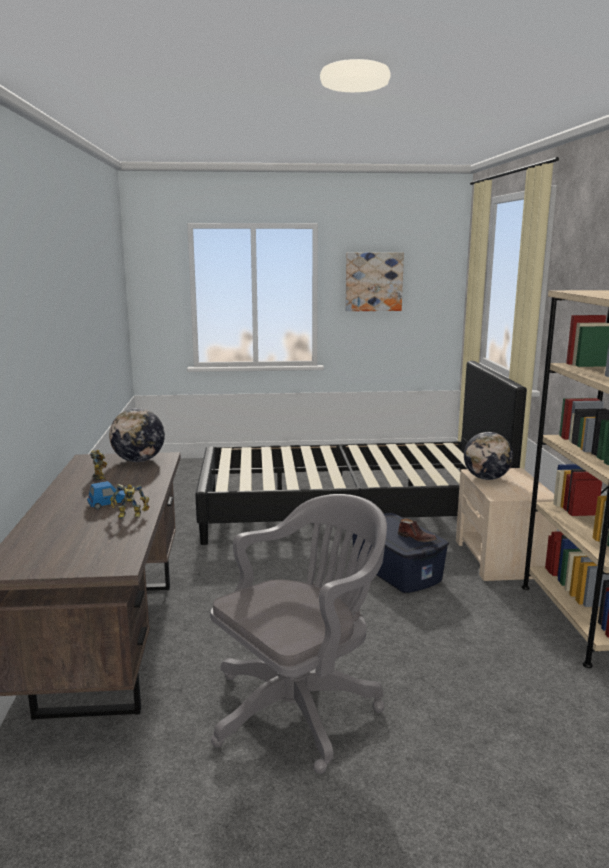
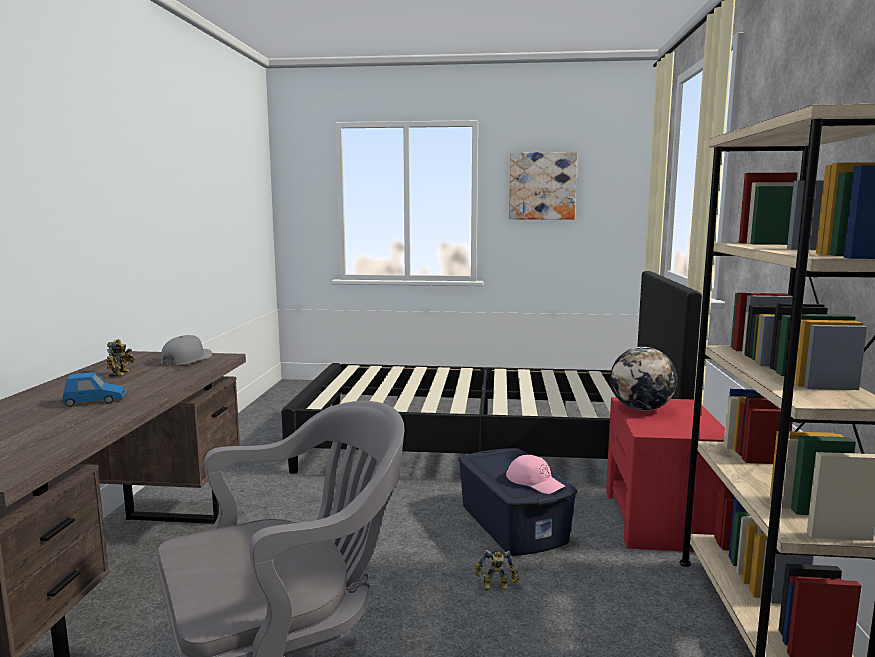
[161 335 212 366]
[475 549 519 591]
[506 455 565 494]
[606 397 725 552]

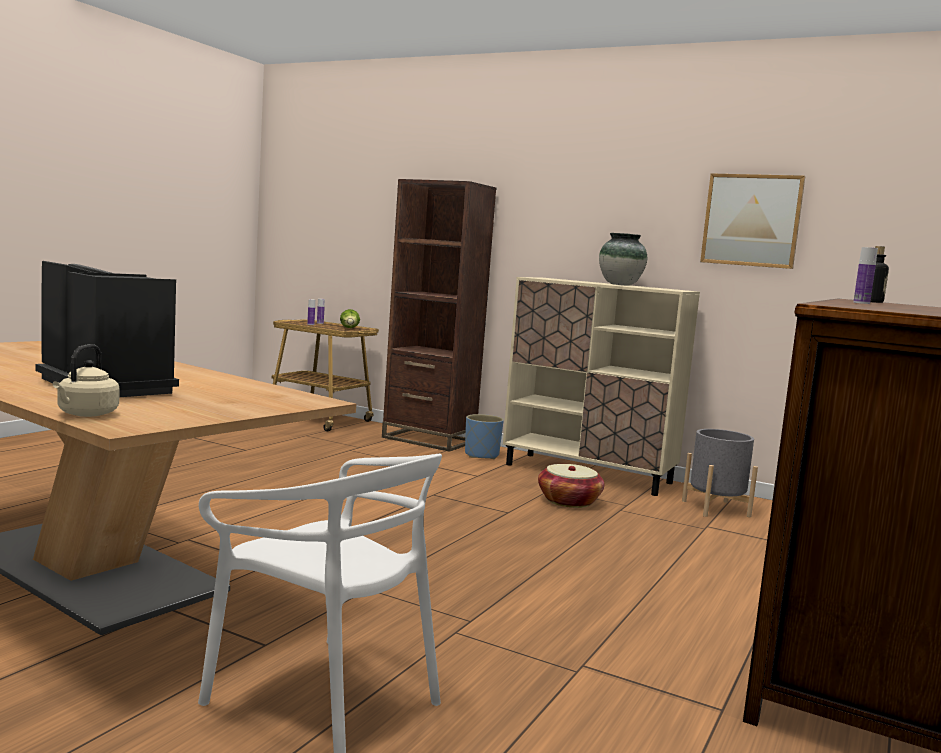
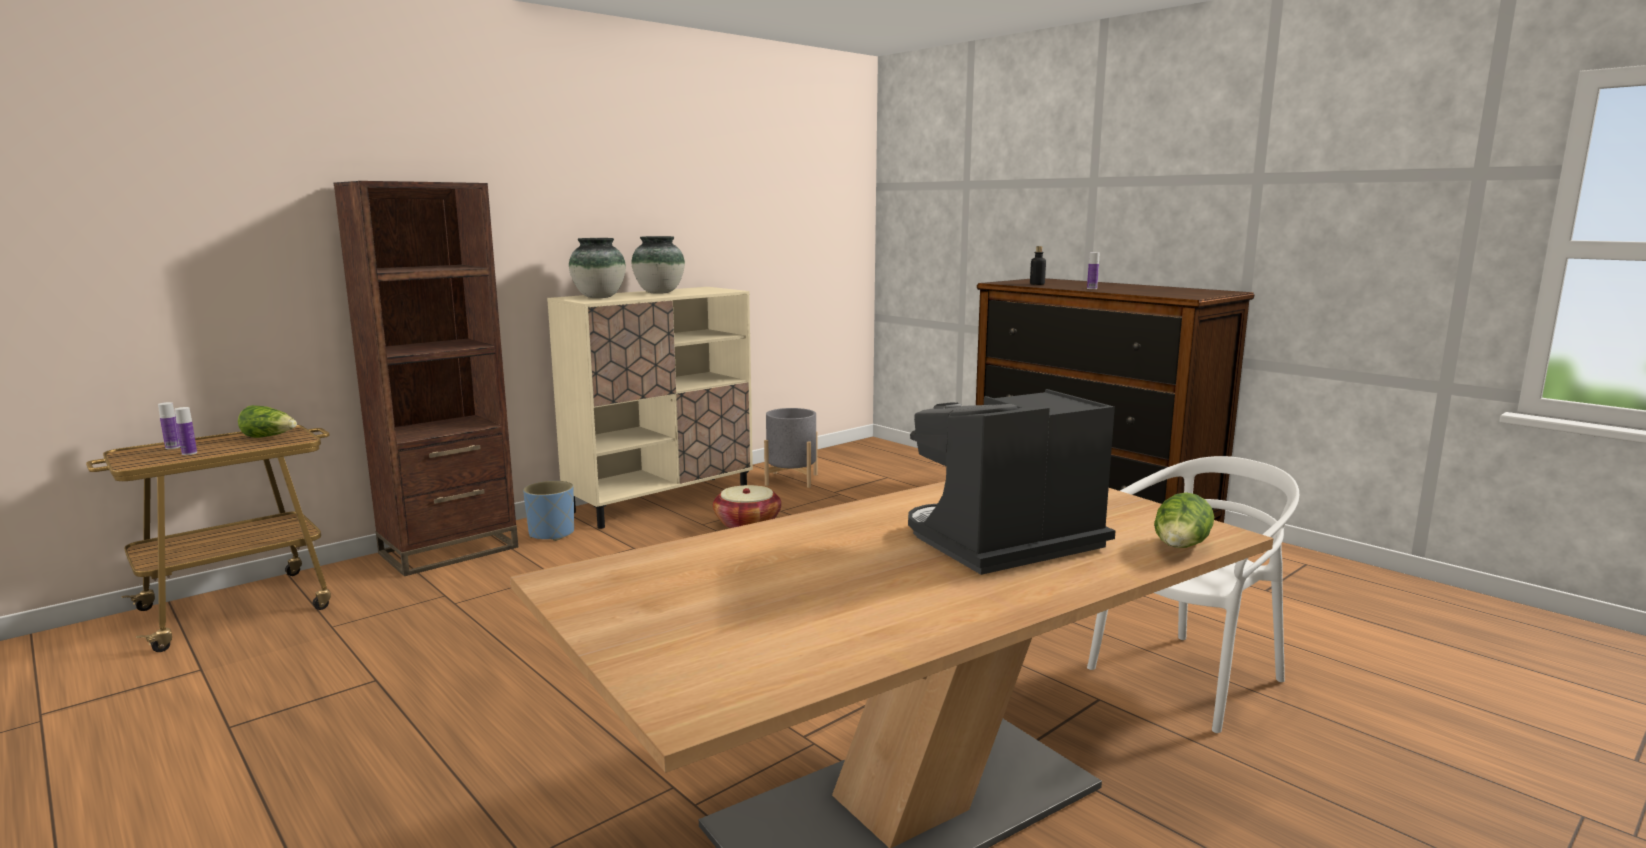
[1154 492 1214 548]
[700 173 805 269] (first image)
[569 238 626 298]

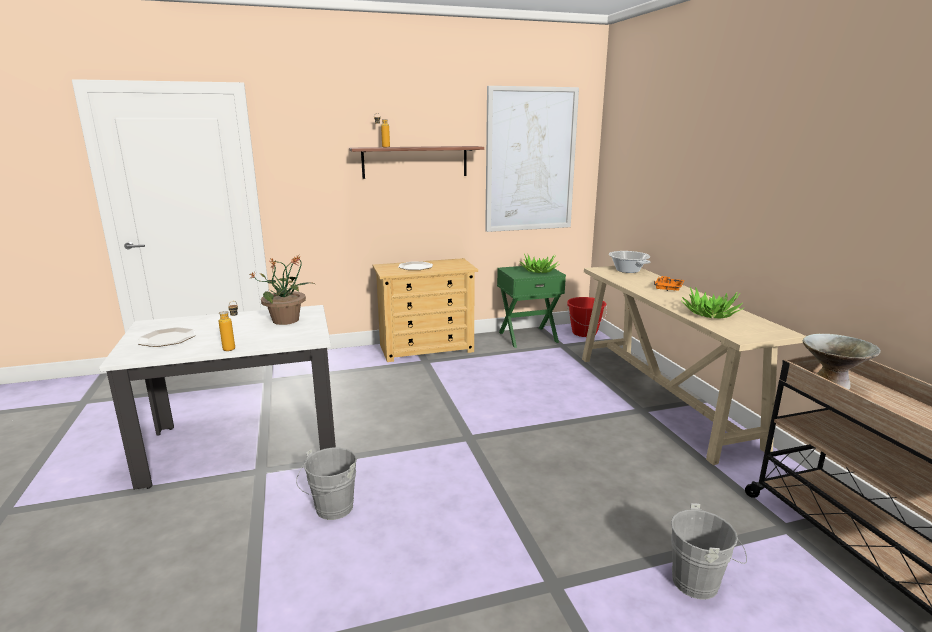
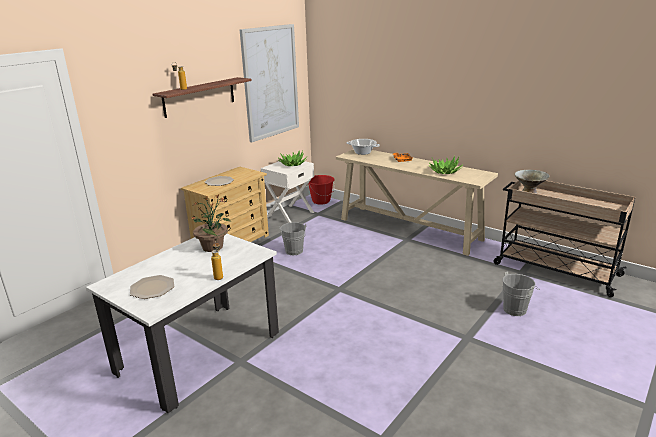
[279 222 306 255]
[261 161 314 223]

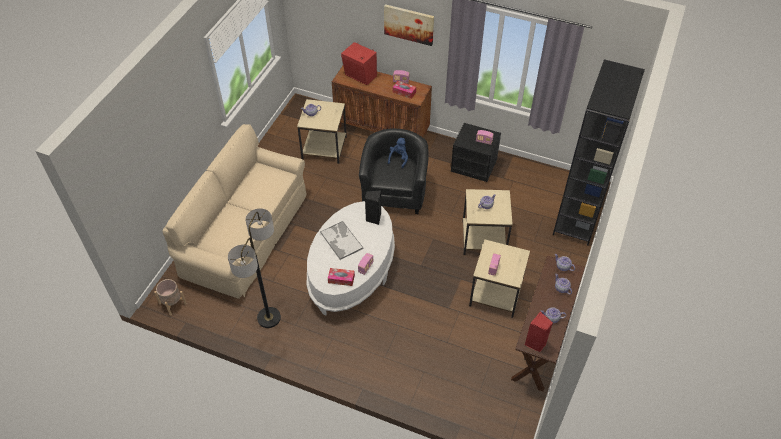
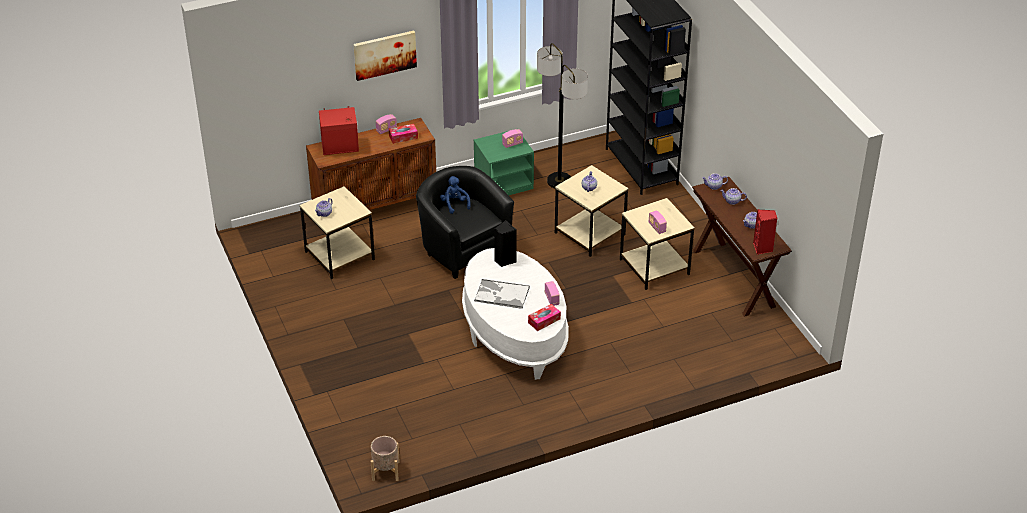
[163 124 307 299] (first image)
[537 43 588 188]
[474 131 534 195]

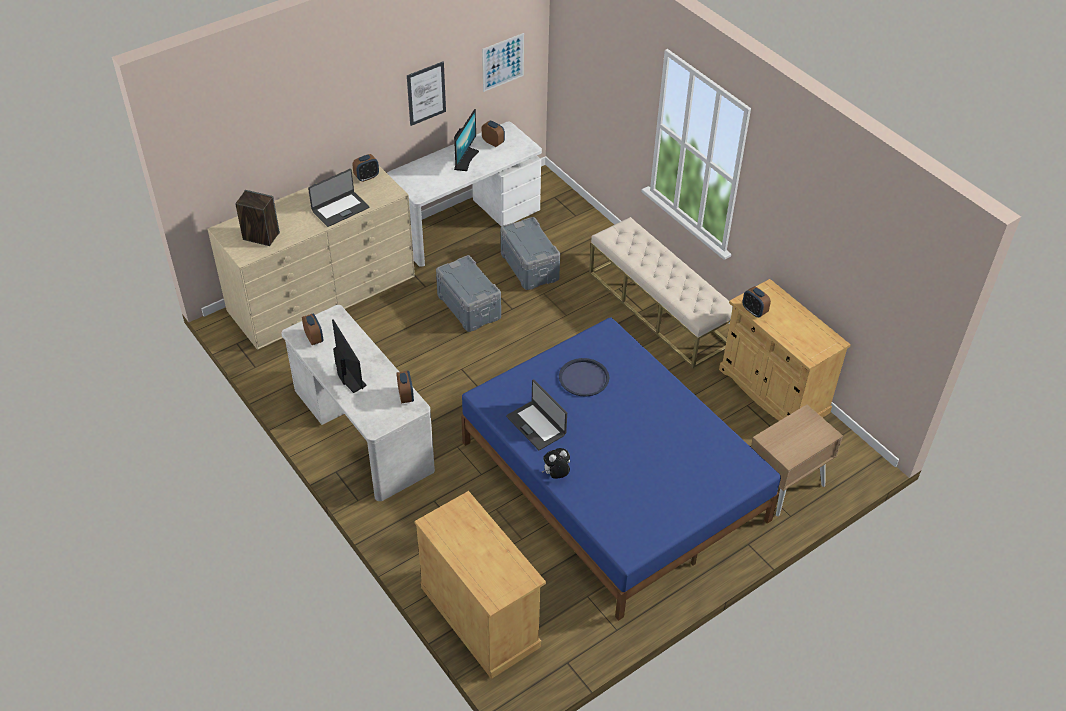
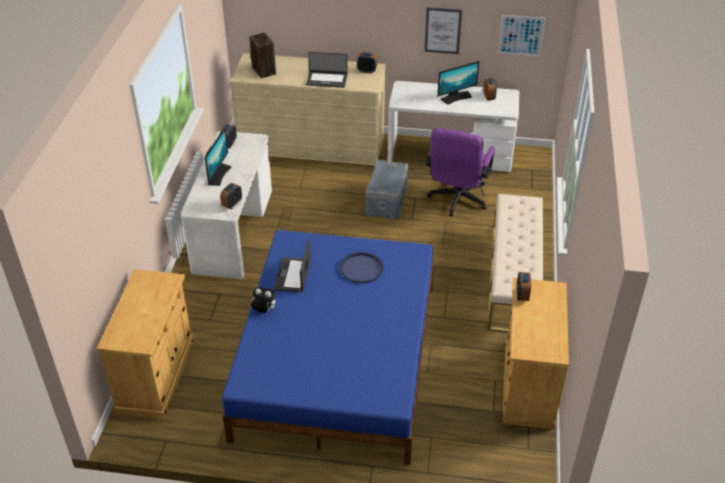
[426 128 494 217]
[751 404 843 517] (first image)

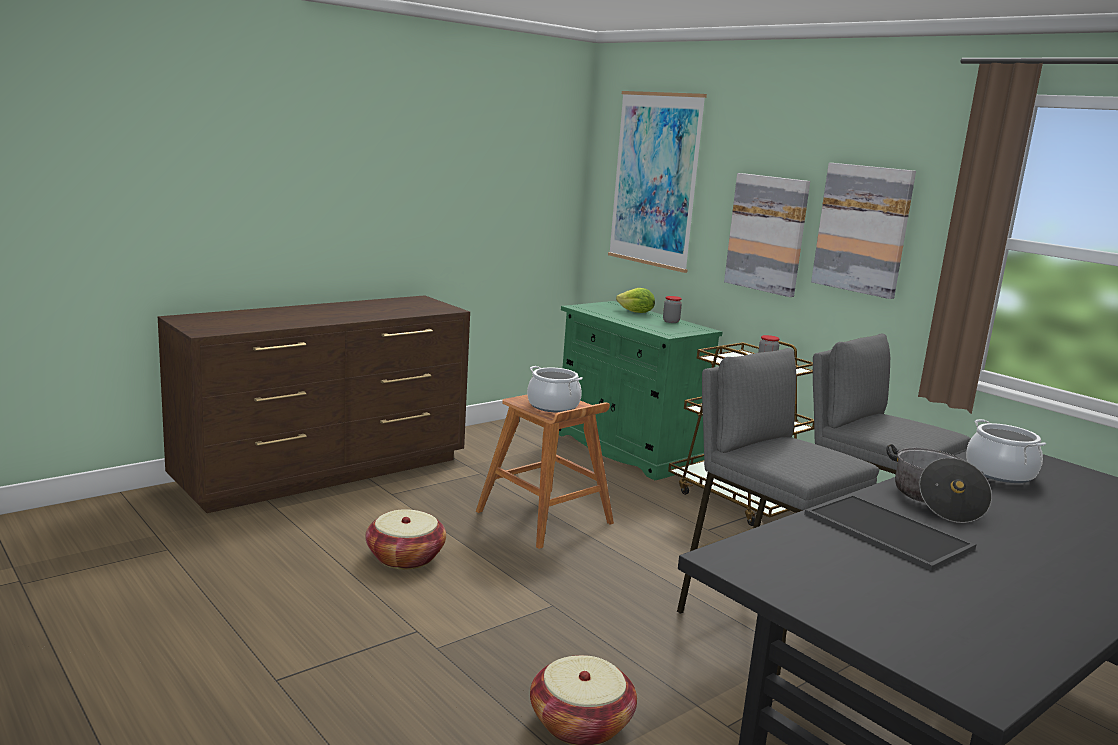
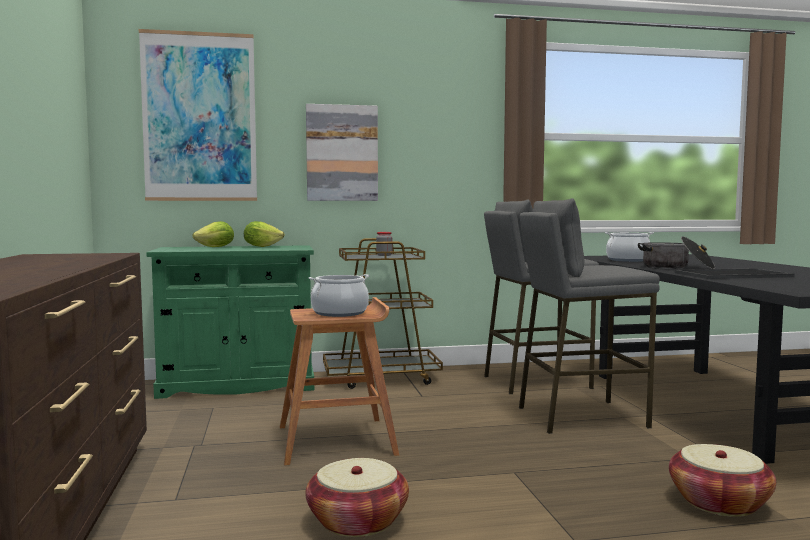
[244 221 285 247]
[811 163 916 299] (first image)

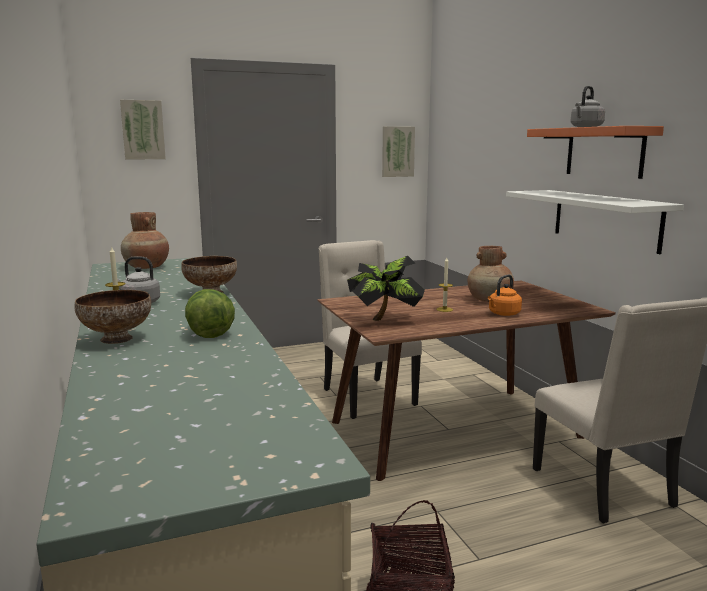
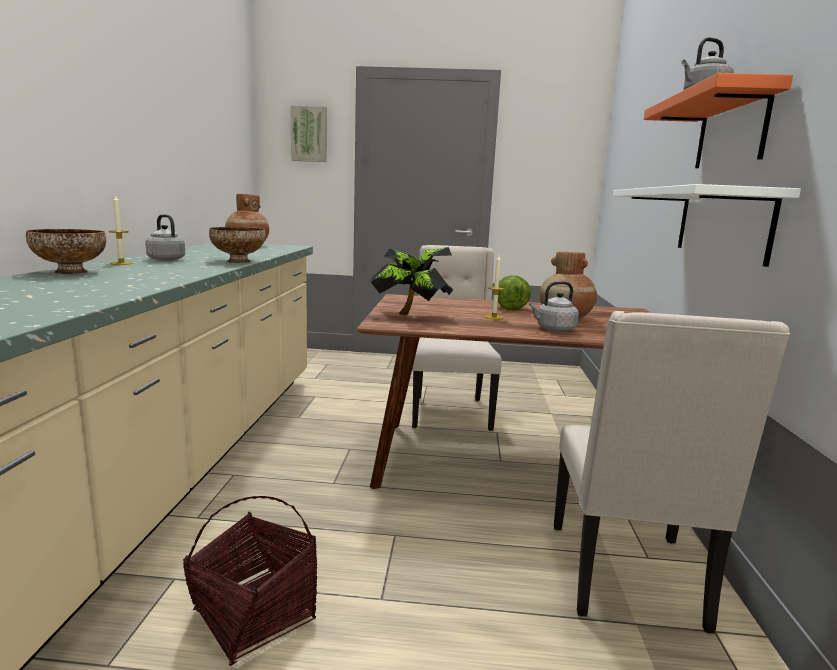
[498 275 531 310]
[382 126 415 177] (first image)
[529 281 579 332]

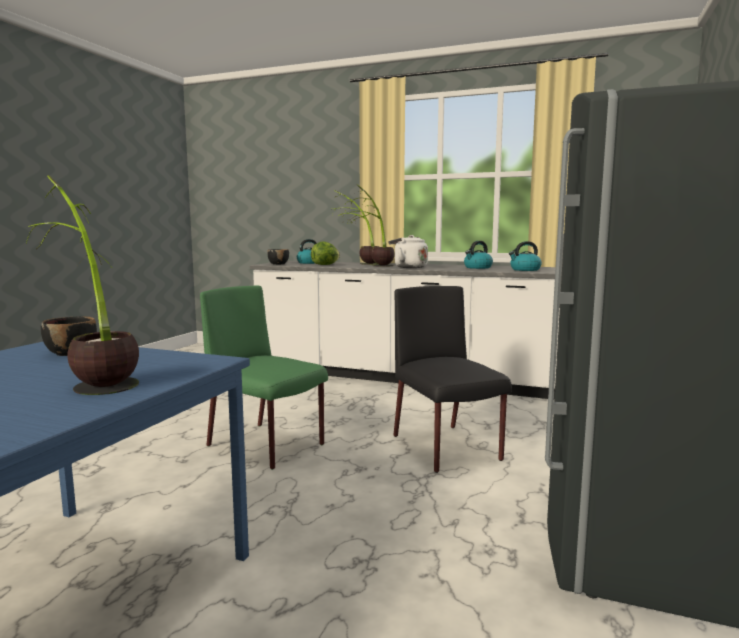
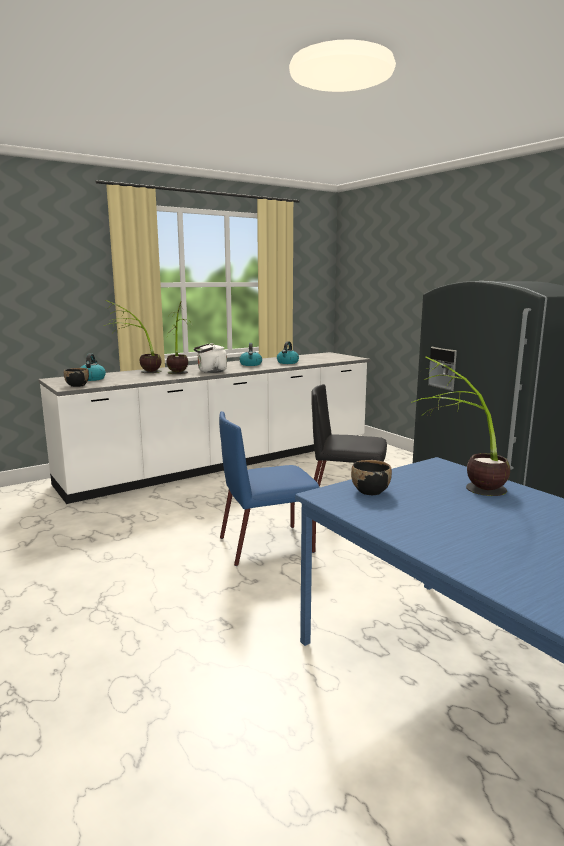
[219 411 320 566]
[311 242 340 265] (first image)

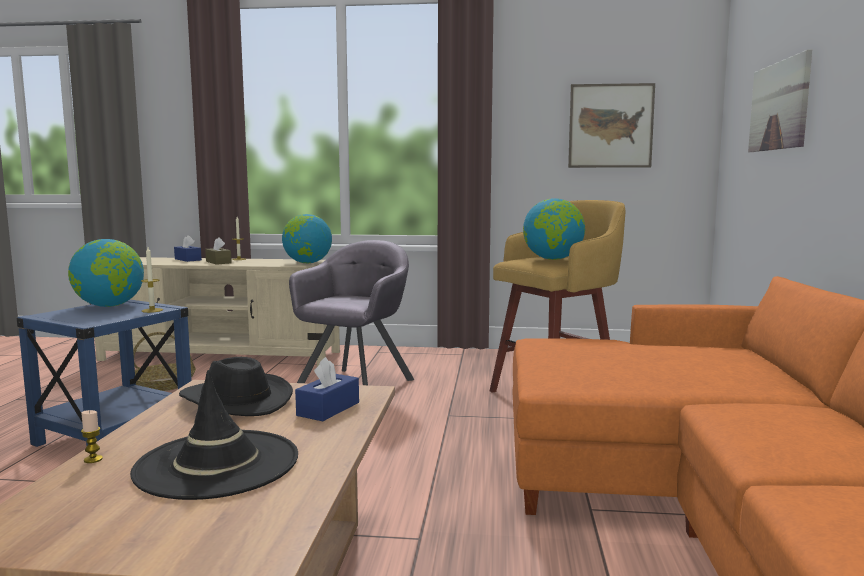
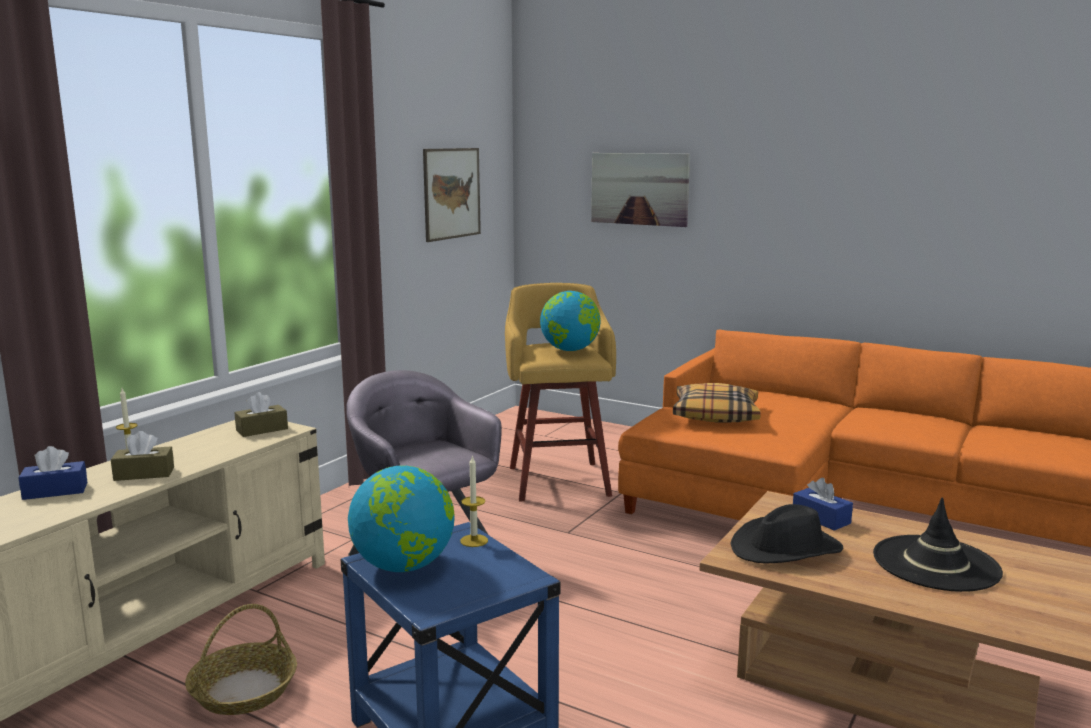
[81 410 103 463] (first image)
[234 392 288 437]
[673 383 761 422]

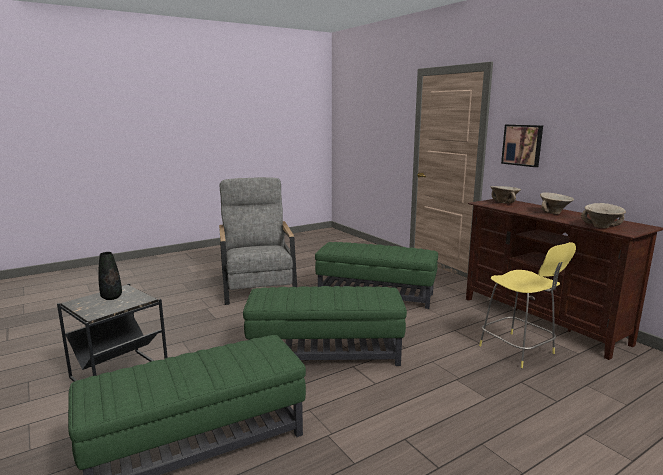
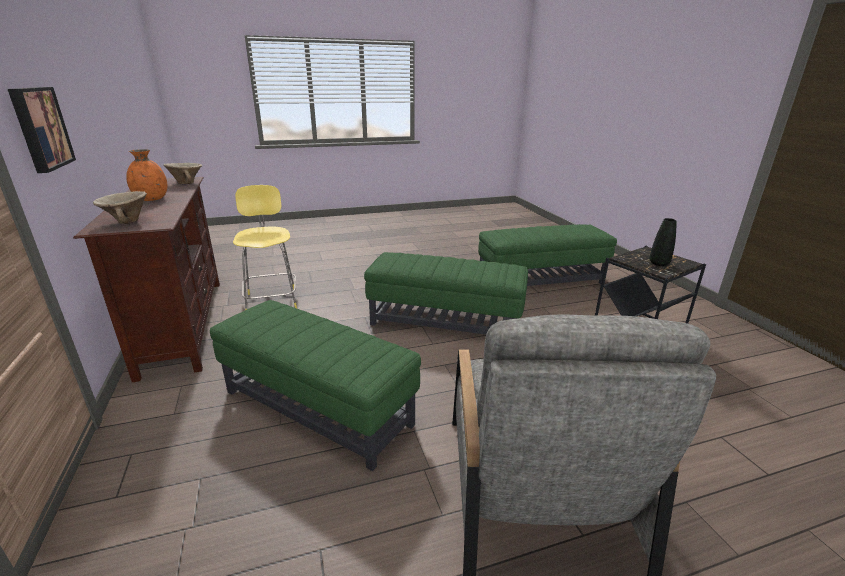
[126 149 167 201]

